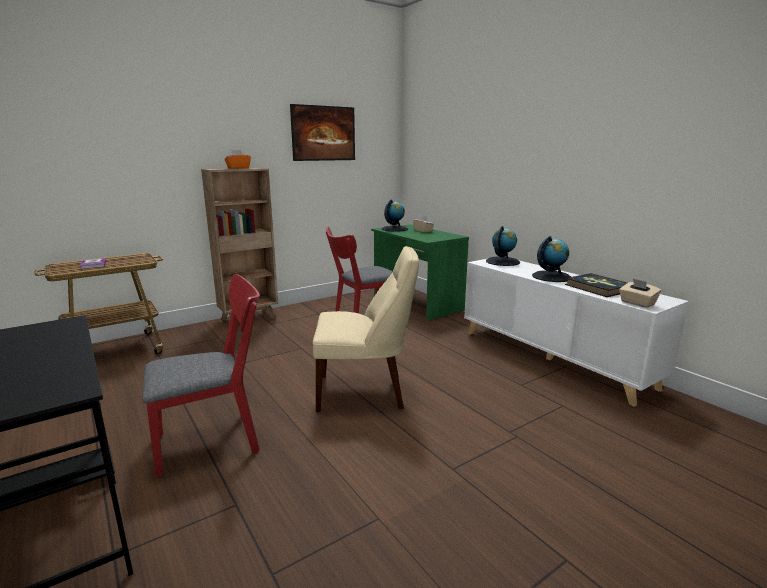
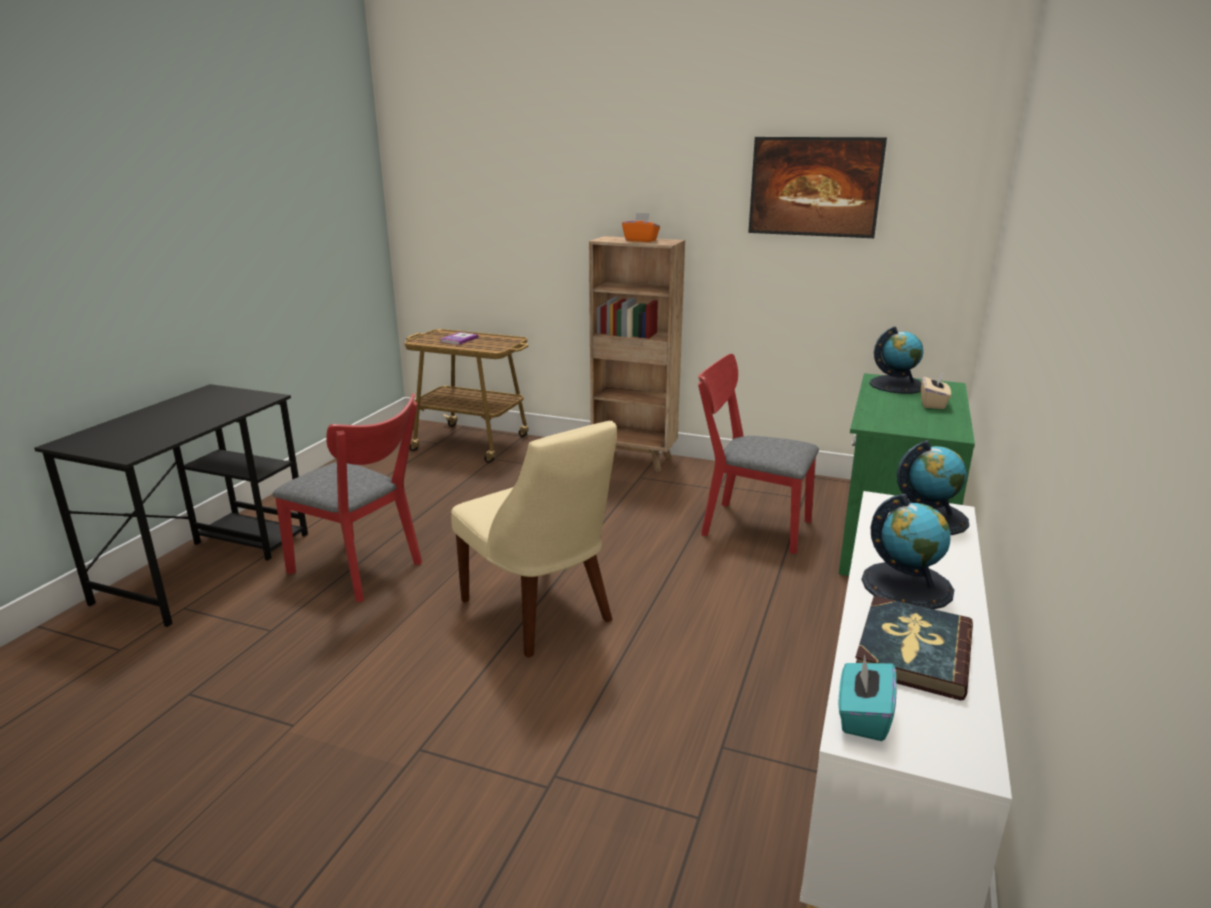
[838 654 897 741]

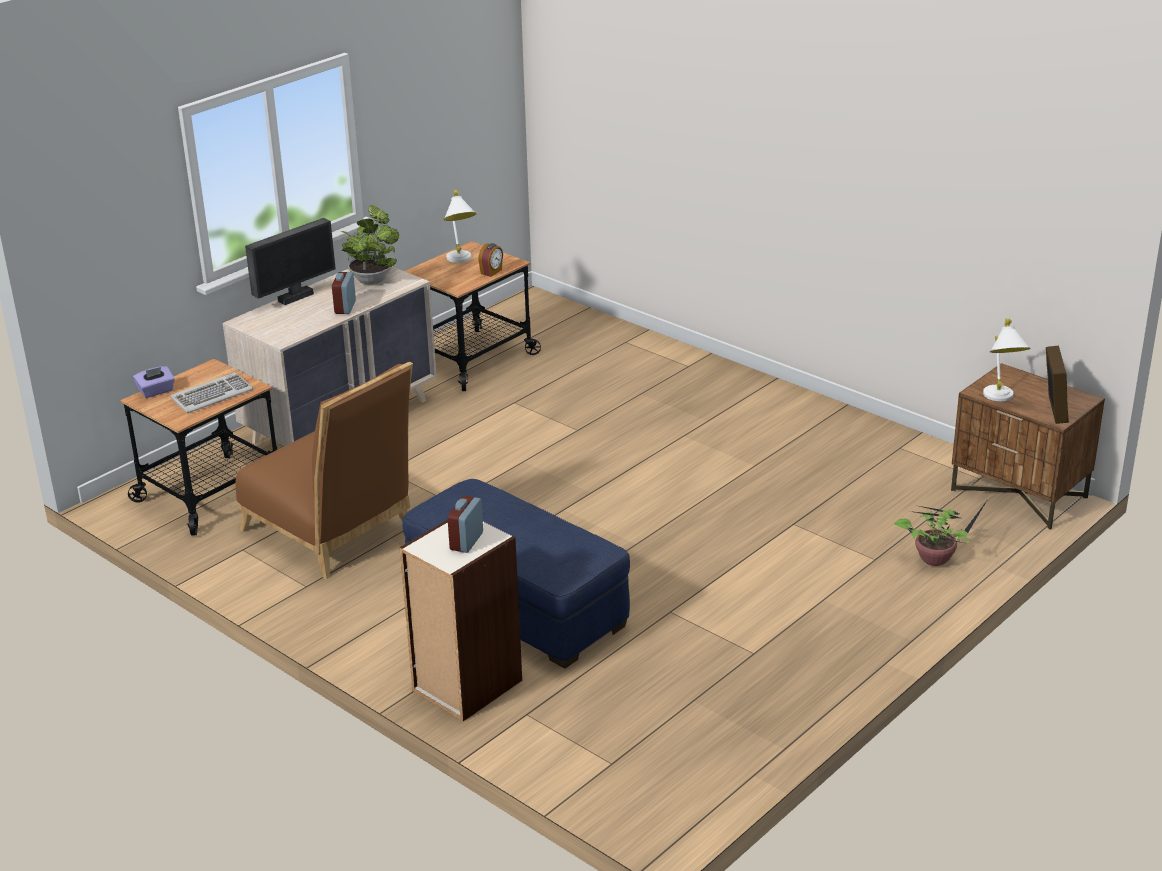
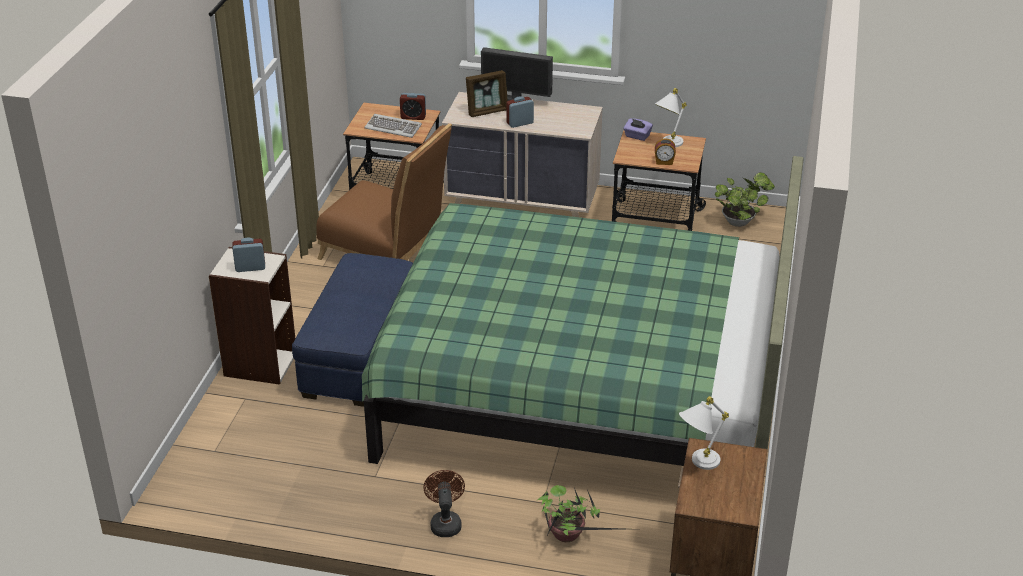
[623 118 653 141]
[316 123 452 260]
[715 172 775 227]
[466 70 508 117]
[362 156 804 466]
[400 93 426 120]
[423 470 465 537]

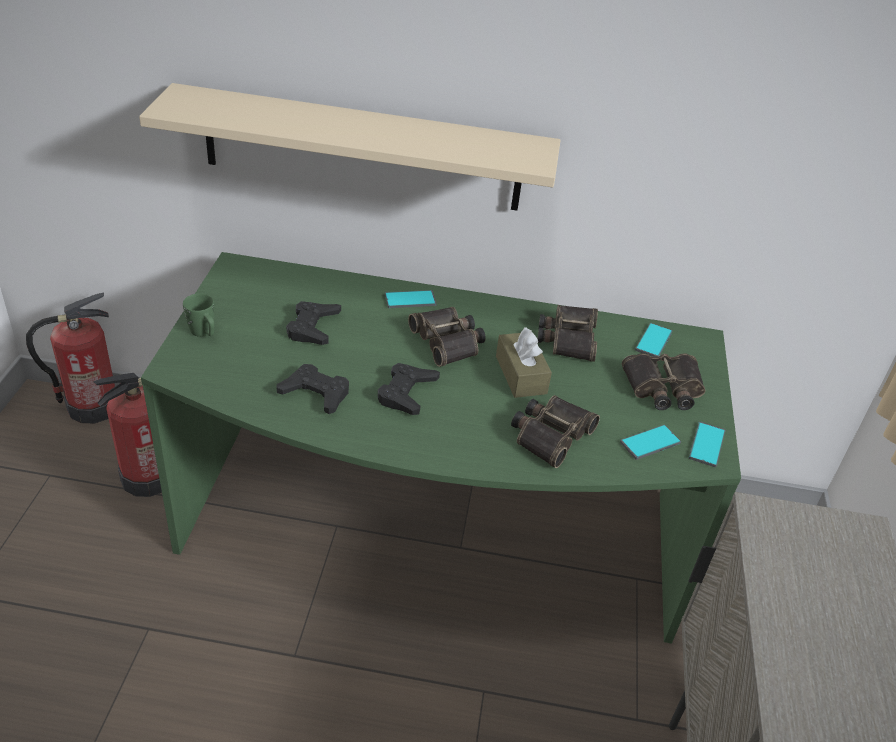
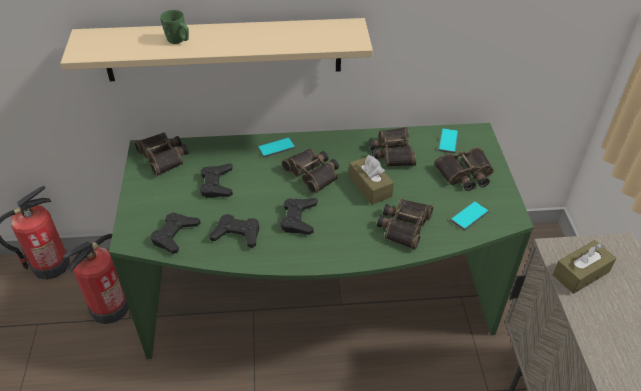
[160 10 189 44]
[689 421 726 467] (first image)
[134 132 189 176]
[150 212 201 254]
[553 240 617 294]

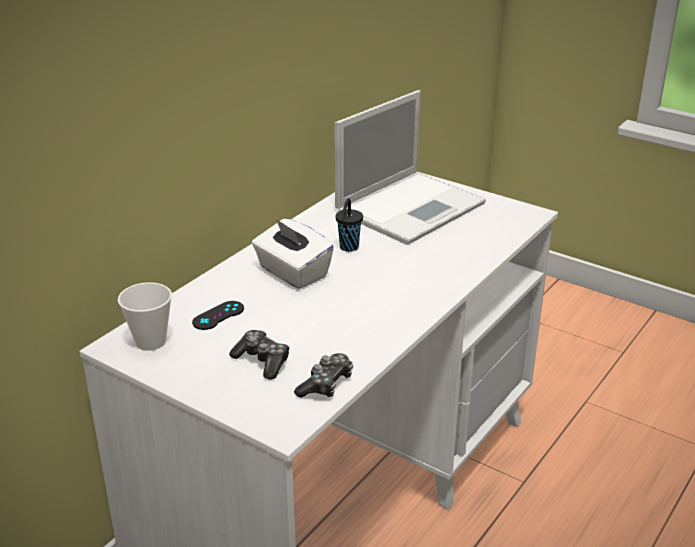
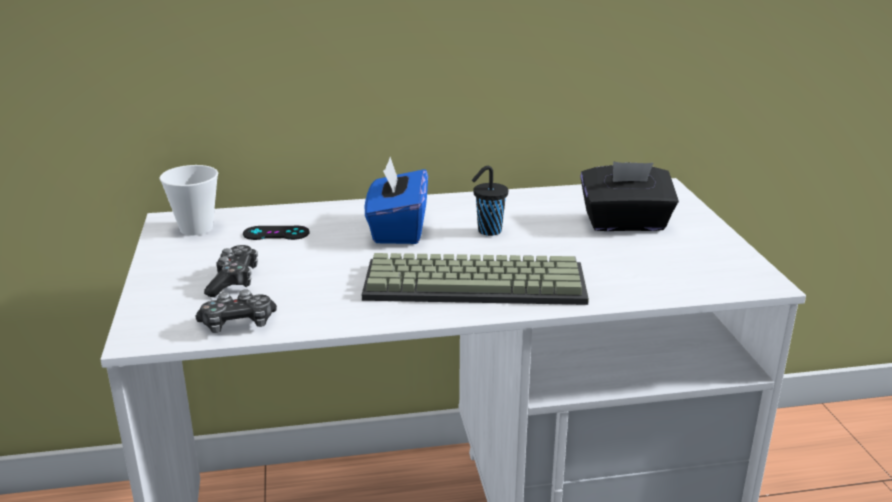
[365 157 428 244]
[580 161 679 231]
[362 253 589 305]

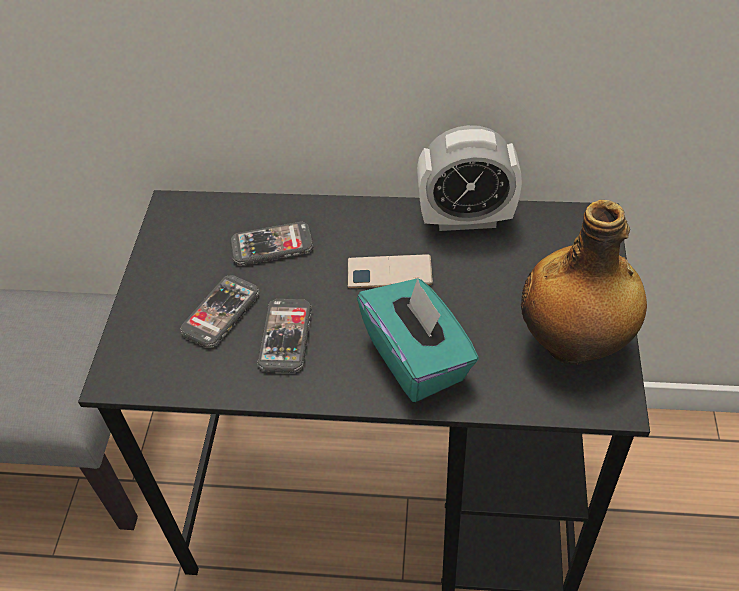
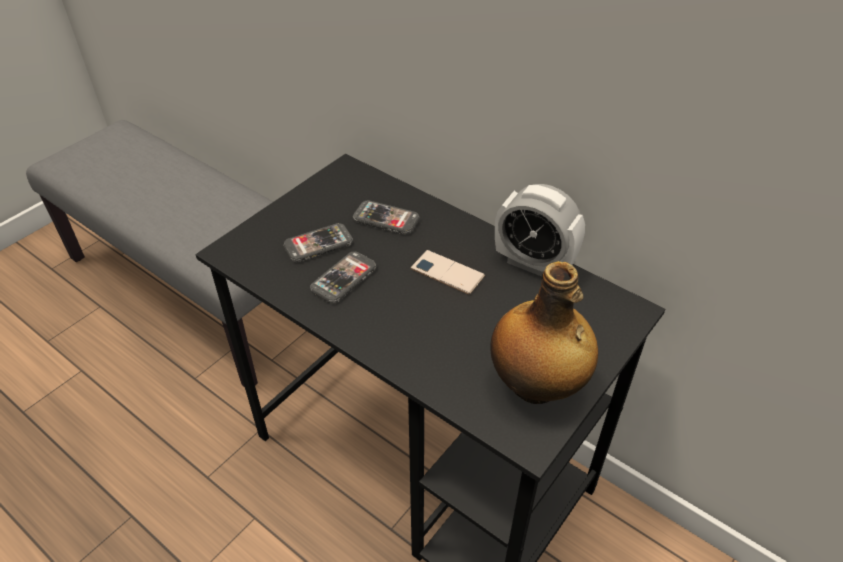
[357 278 479 402] (first image)

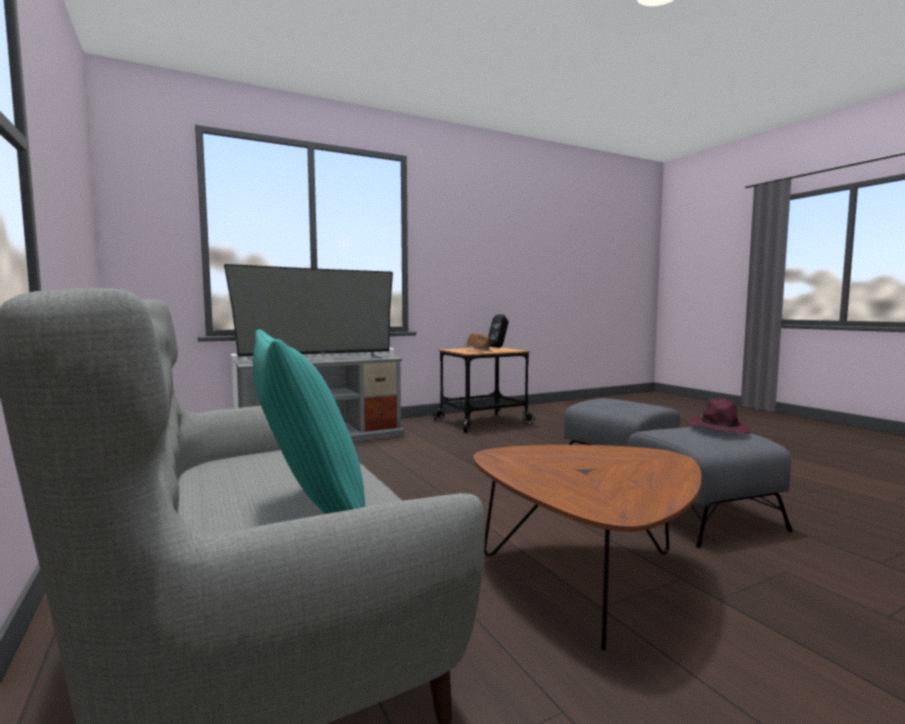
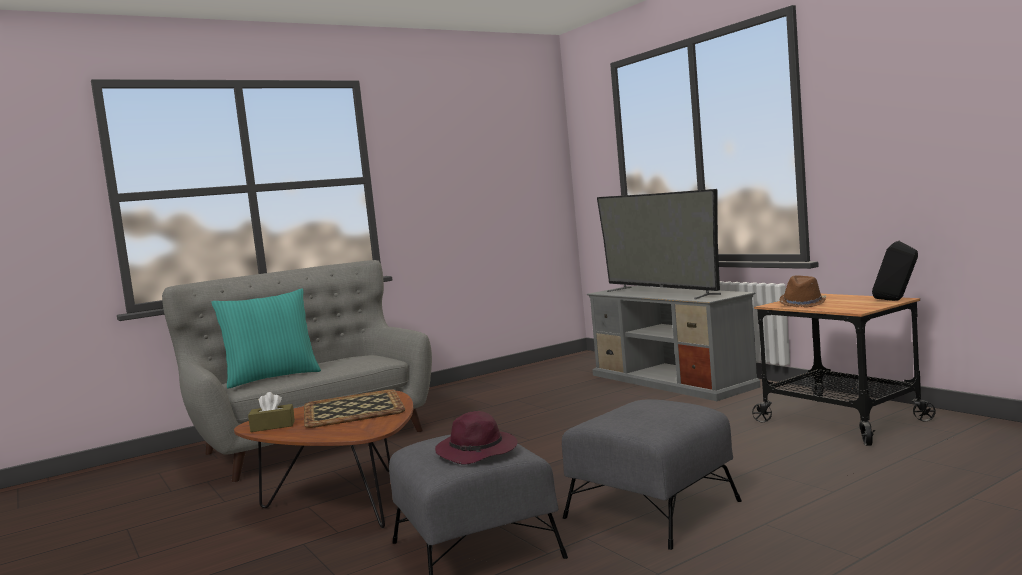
[248 392 295 432]
[304 389 405 428]

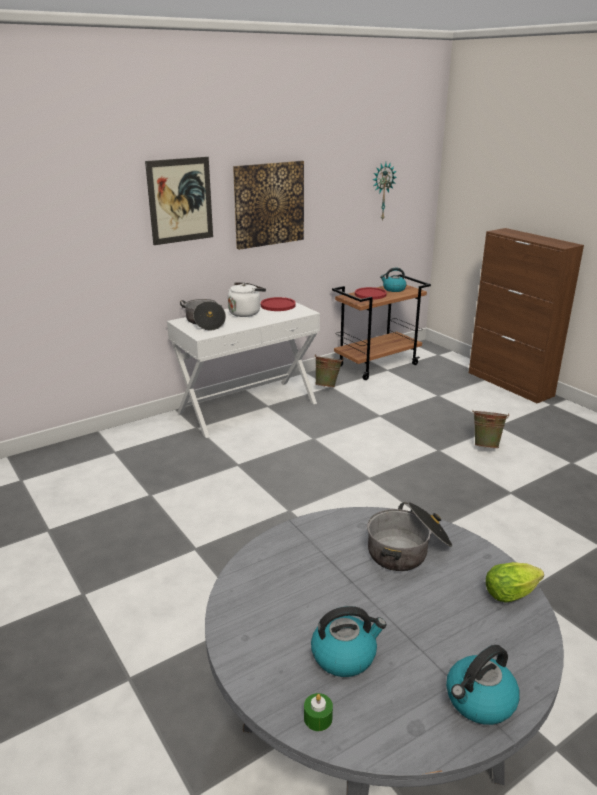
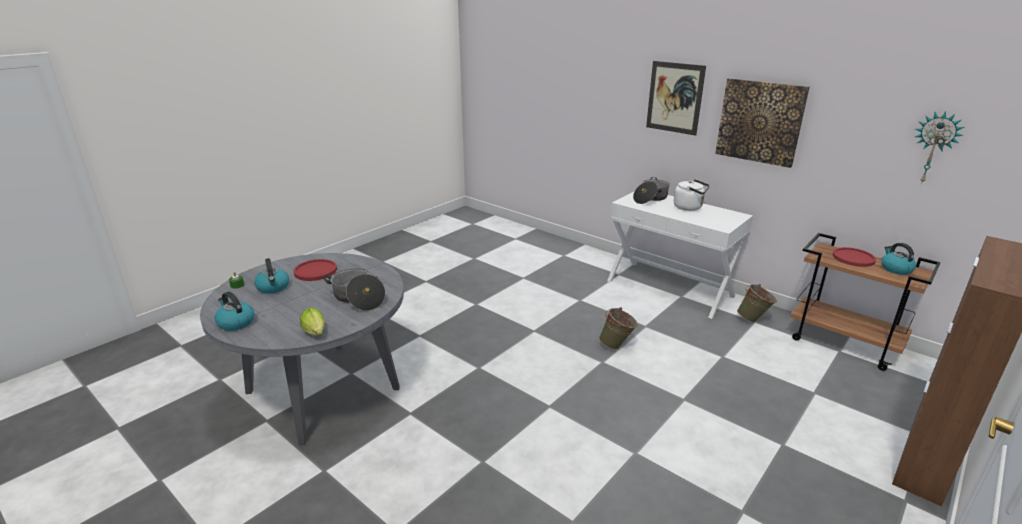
[293 259 337 281]
[599 307 638 350]

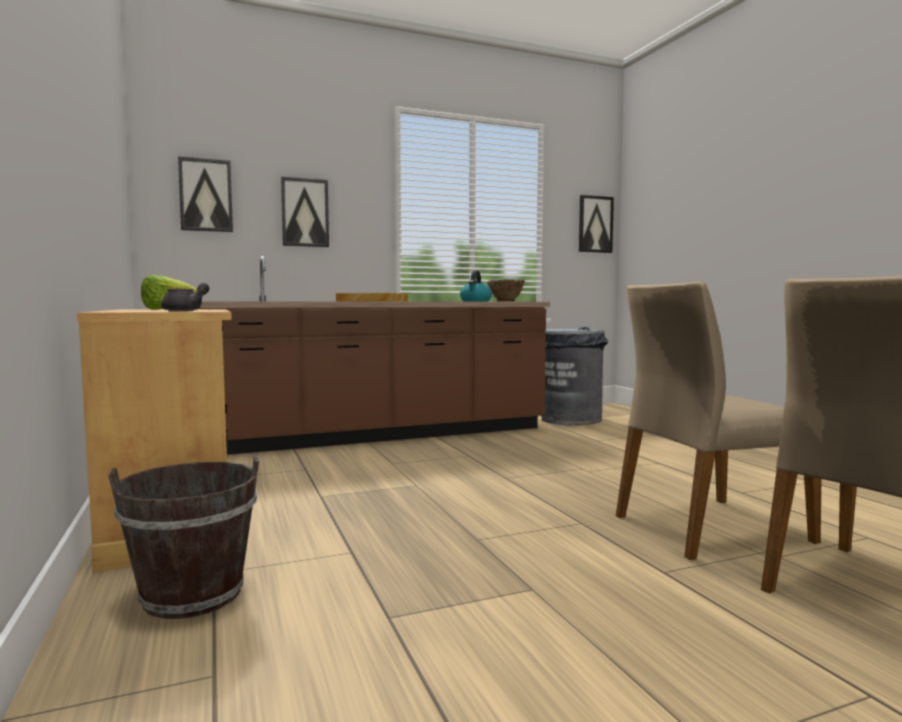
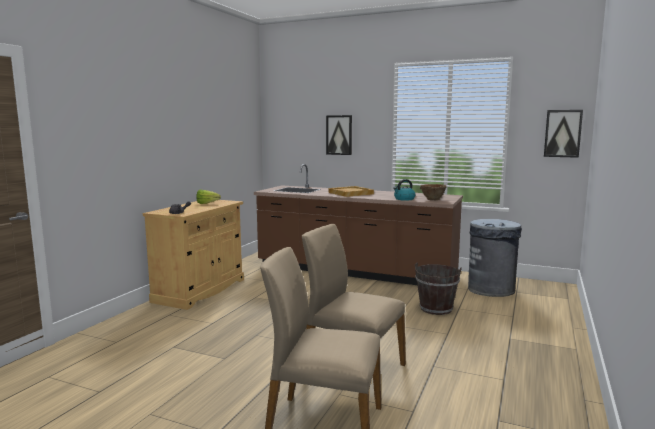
[415 262 462 315]
[178 157 233 232] (first image)

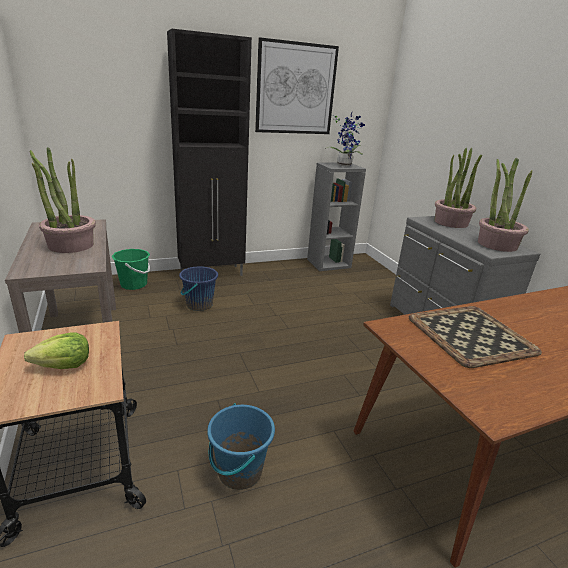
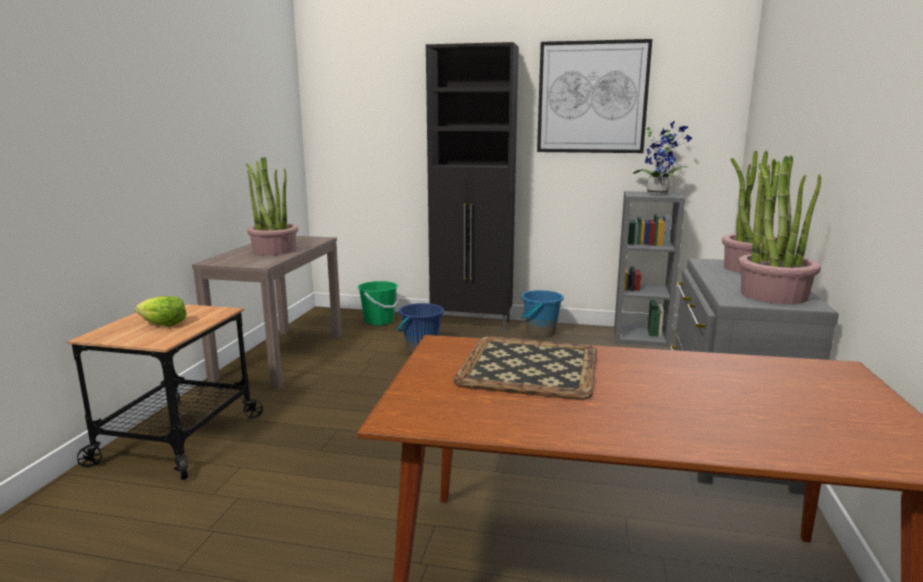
[521 290 564 337]

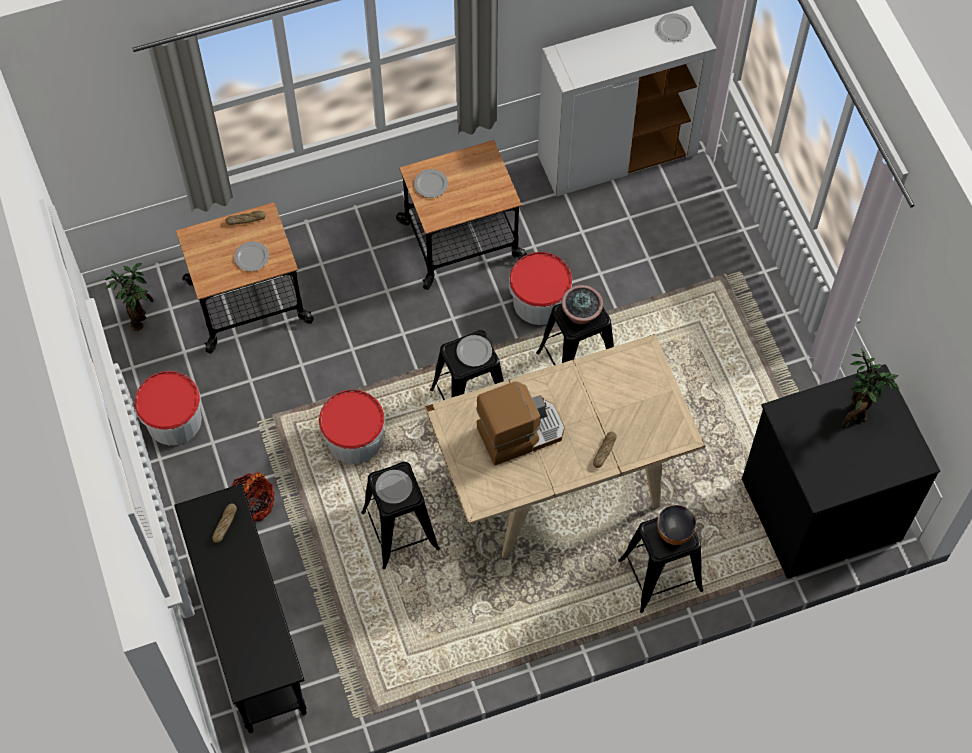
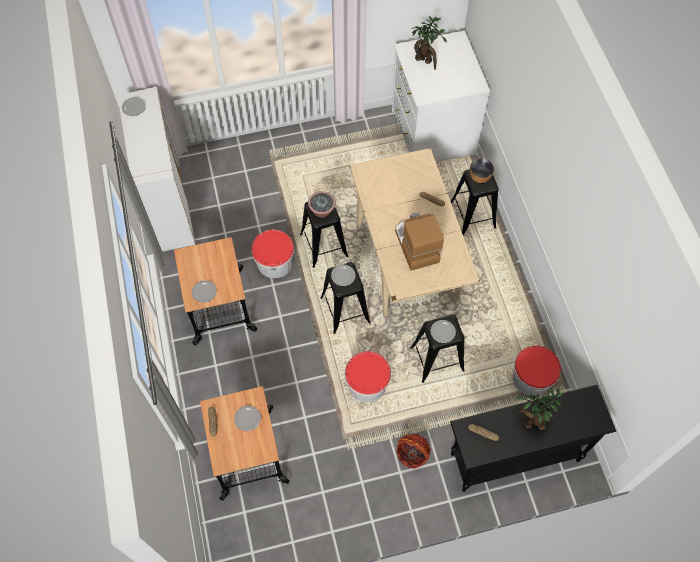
[516 388 564 430]
[513 346 561 396]
[392 31 490 162]

